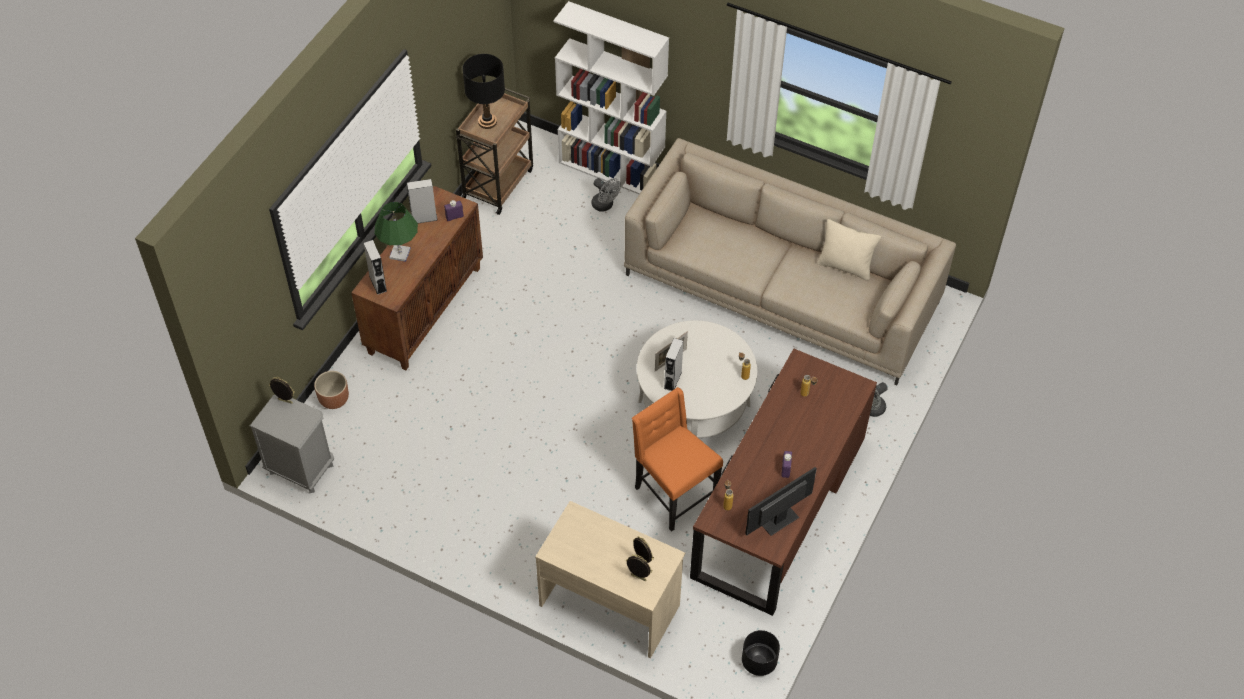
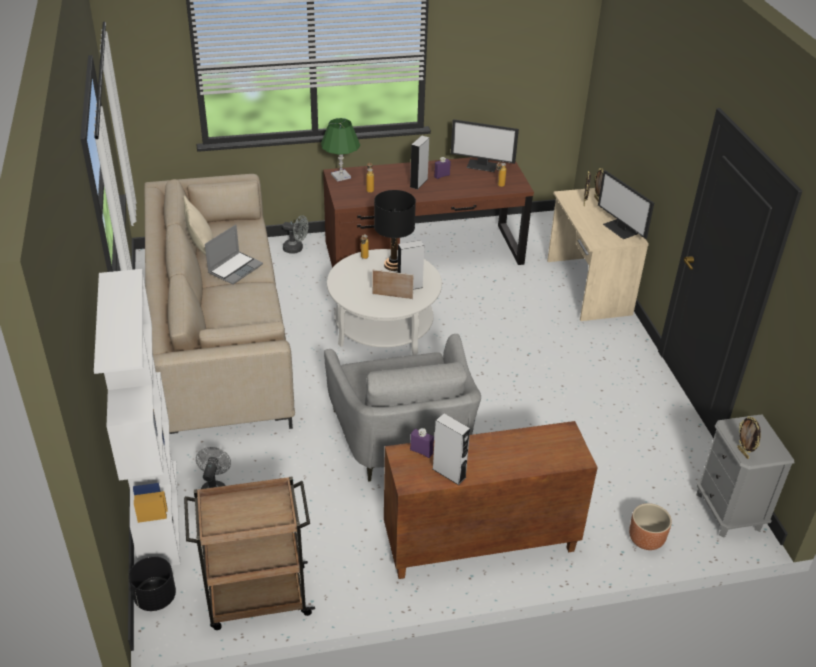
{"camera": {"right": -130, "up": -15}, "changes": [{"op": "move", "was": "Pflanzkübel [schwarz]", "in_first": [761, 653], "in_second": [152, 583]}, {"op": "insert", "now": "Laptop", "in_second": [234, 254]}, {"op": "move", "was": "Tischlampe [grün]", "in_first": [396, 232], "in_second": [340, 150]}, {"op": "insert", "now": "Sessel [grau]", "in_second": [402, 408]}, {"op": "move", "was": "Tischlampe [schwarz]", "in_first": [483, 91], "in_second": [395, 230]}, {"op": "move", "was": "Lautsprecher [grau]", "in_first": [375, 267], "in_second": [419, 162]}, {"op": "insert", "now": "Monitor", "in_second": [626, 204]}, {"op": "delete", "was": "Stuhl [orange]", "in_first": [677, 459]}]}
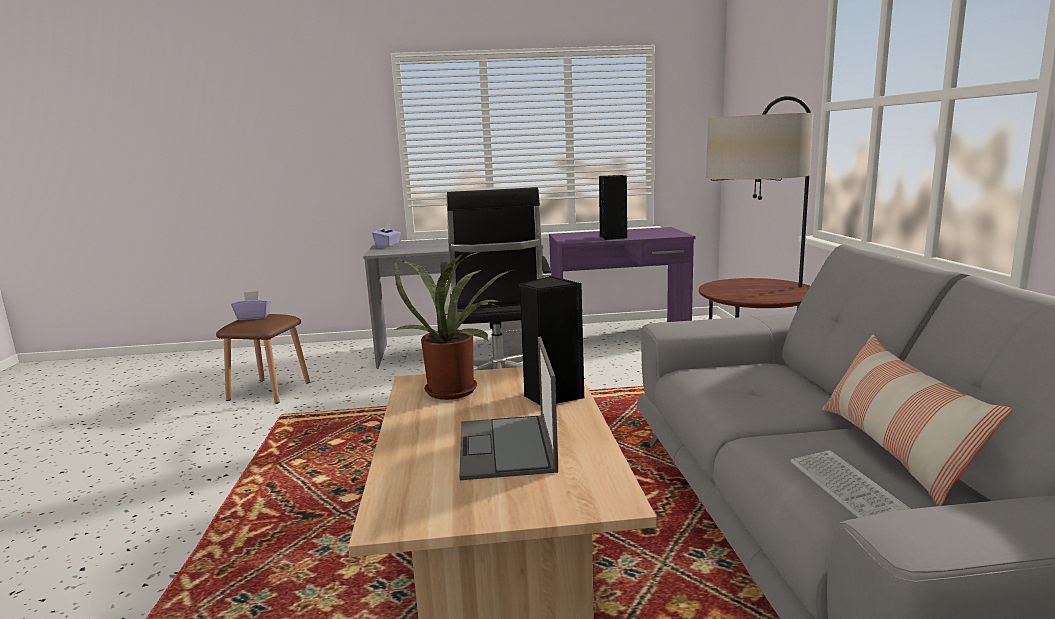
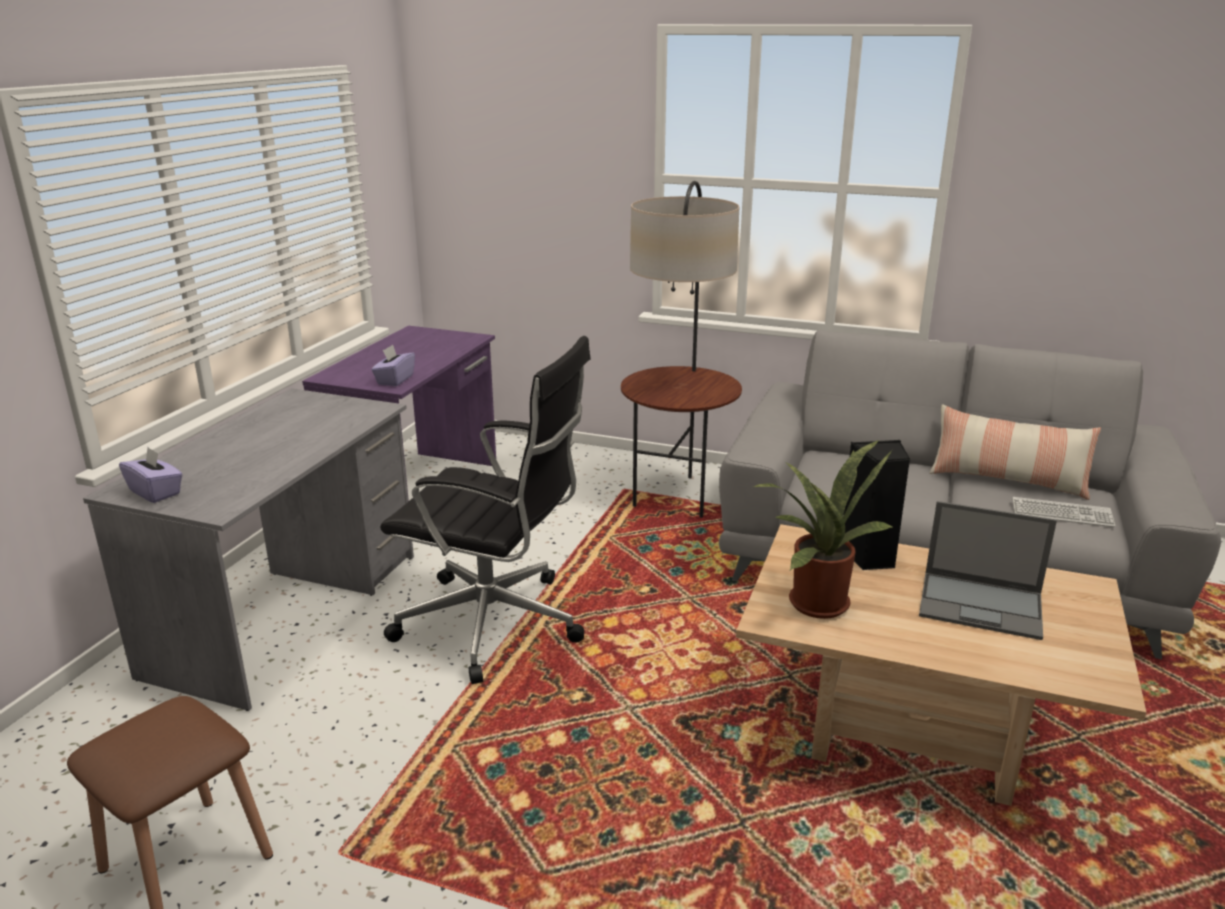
{"camera": {"right": -65, "up": 10}, "changes": [{"op": "move", "was": "Taschentuchbox [lila]", "in_first": [251, 305], "in_second": [393, 365]}, {"op": "delete", "was": "Lautsprecher [schwarz]", "in_first": [613, 207]}]}
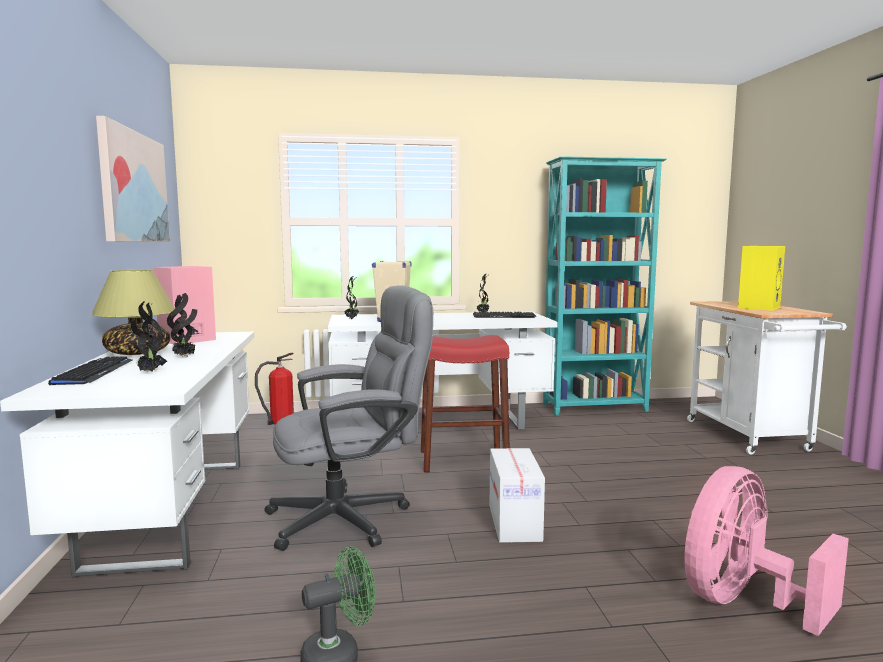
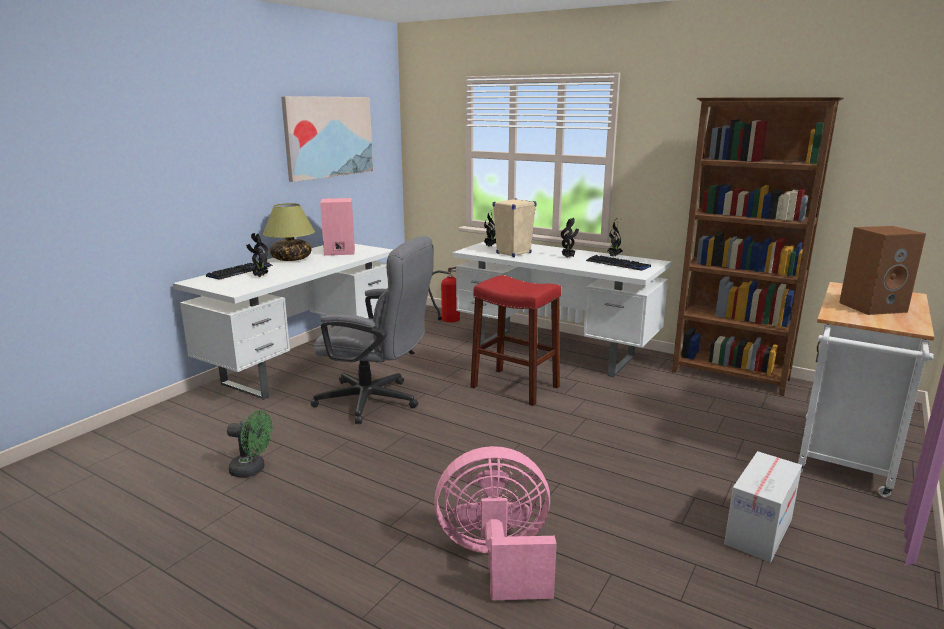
{"camera": {"right": 40, "up": 10}, "changes": [{"op": "move", "was": "Topfpflanze", "in_first": [182, 325], "in_second": [570, 238]}, {"op": "recolor", "was": "Bücherregal [türkis]", "now": "Bücherregal [braun]", "in_first": [605, 285], "in_second": [758, 246]}, {"op": "move", "was": "Karton", "in_first": [517, 495], "in_second": [763, 507]}, {"op": "recolor", "was": "Lautsprecher [gelb]", "now": "Lautsprecher [braun]", "in_first": [761, 278], "in_second": [882, 270]}]}
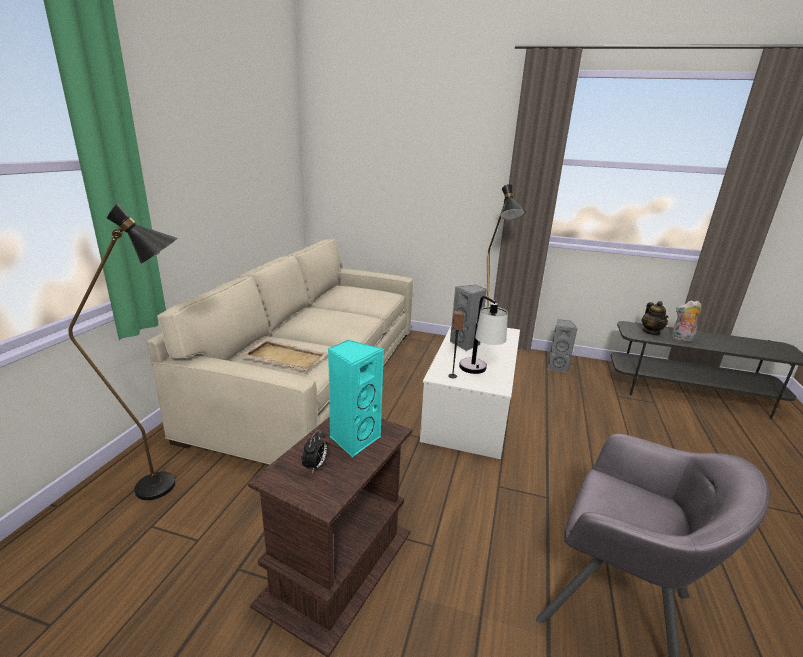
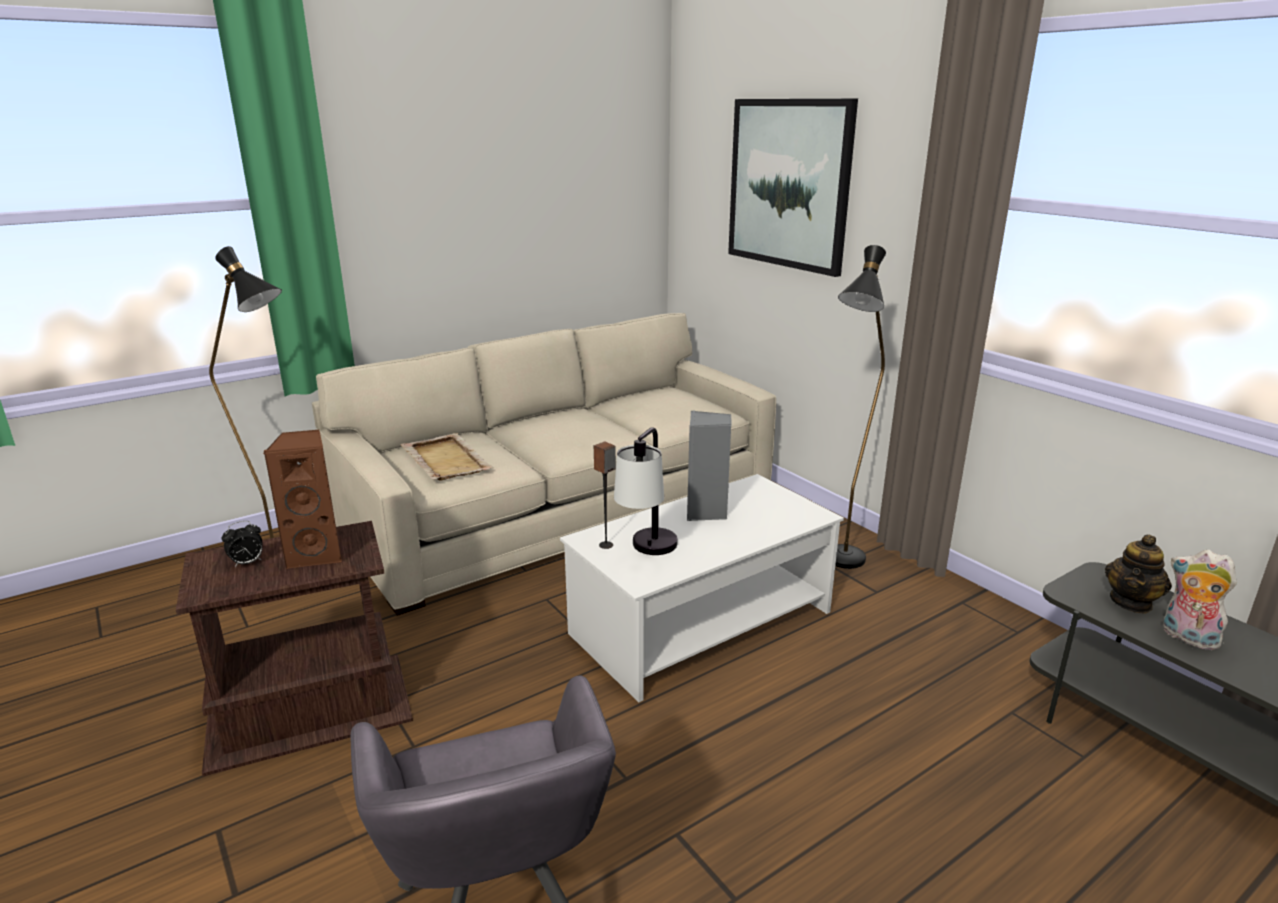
{"camera": {"right": 40, "up": 0}, "changes": [{"op": "recolor", "was": "Lautsprecher [türkis]", "now": "Lautsprecher [braun]", "in_first": [356, 398], "in_second": [302, 499]}, {"op": "insert", "now": "Bild", "in_second": [793, 188]}, {"op": "delete", "was": "Lautsprecher [grau]", "in_first": [562, 346]}]}
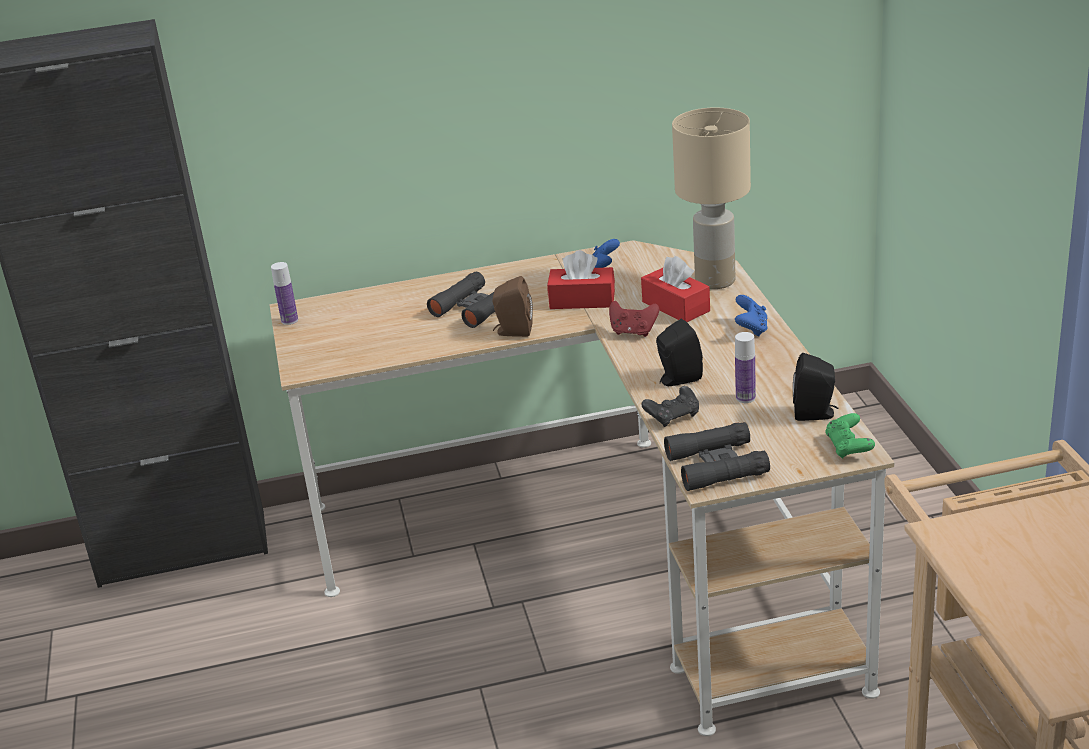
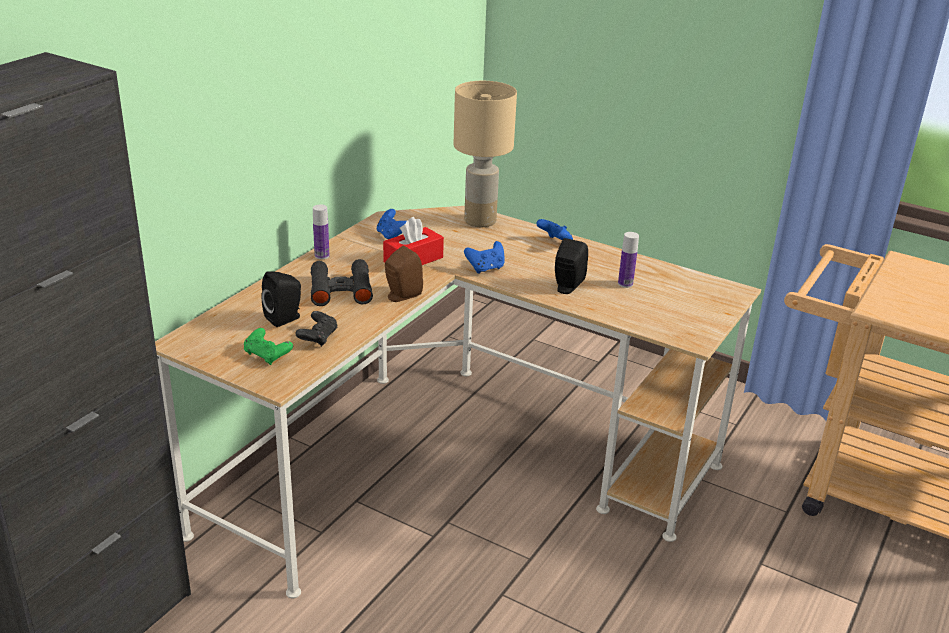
{"camera": {"right": -50, "up": 0}, "changes": [{"op": "move", "was": "Gamepad [grün]", "in_first": [850, 436], "in_second": [268, 346]}, {"op": "move", "was": "Lautsprecher [schwarz]", "in_first": [815, 387], "in_second": [281, 299]}, {"op": "move", "was": "Gamepad [schwarz]", "in_first": [670, 406], "in_second": [316, 329]}, {"op": "move", "was": "Flasche", "in_first": [284, 293], "in_second": [321, 232]}, {"op": "recolor", "was": "Gamepad [rot]", "now": "Gamepad [blau]", "in_first": [634, 319], "in_second": [484, 257]}, {"op": "delete", "was": "Taschentuchbox [rot]", "in_first": [675, 289]}, {"op": "delete", "was": "Fernglas [schwarz]", "in_first": [717, 456]}]}
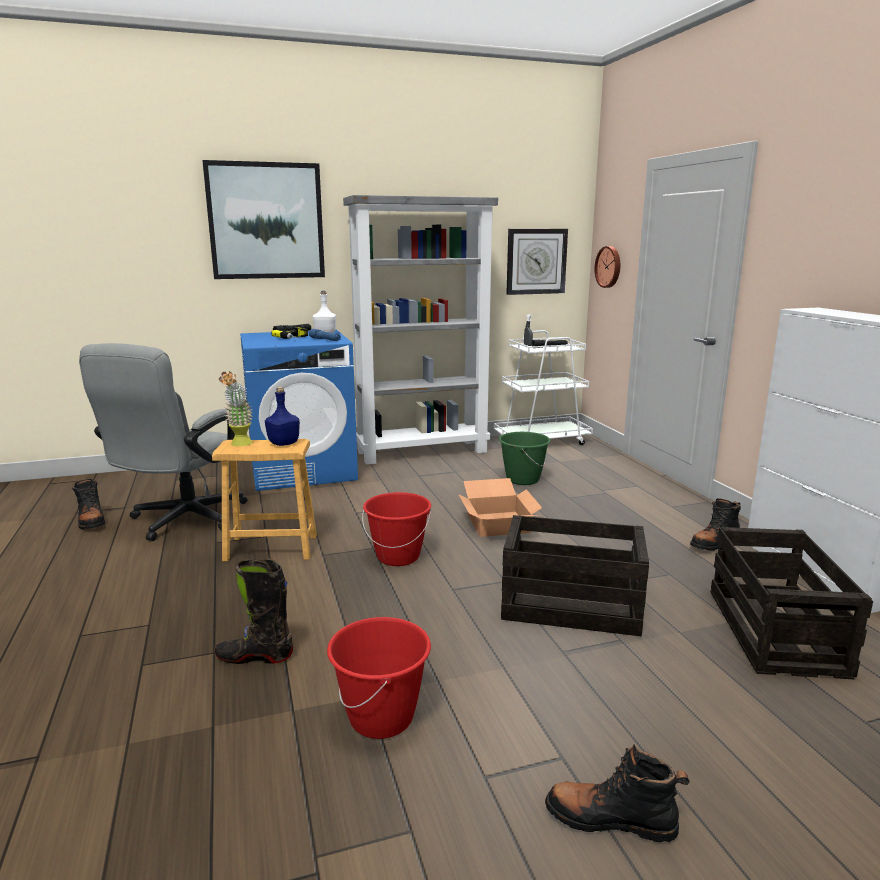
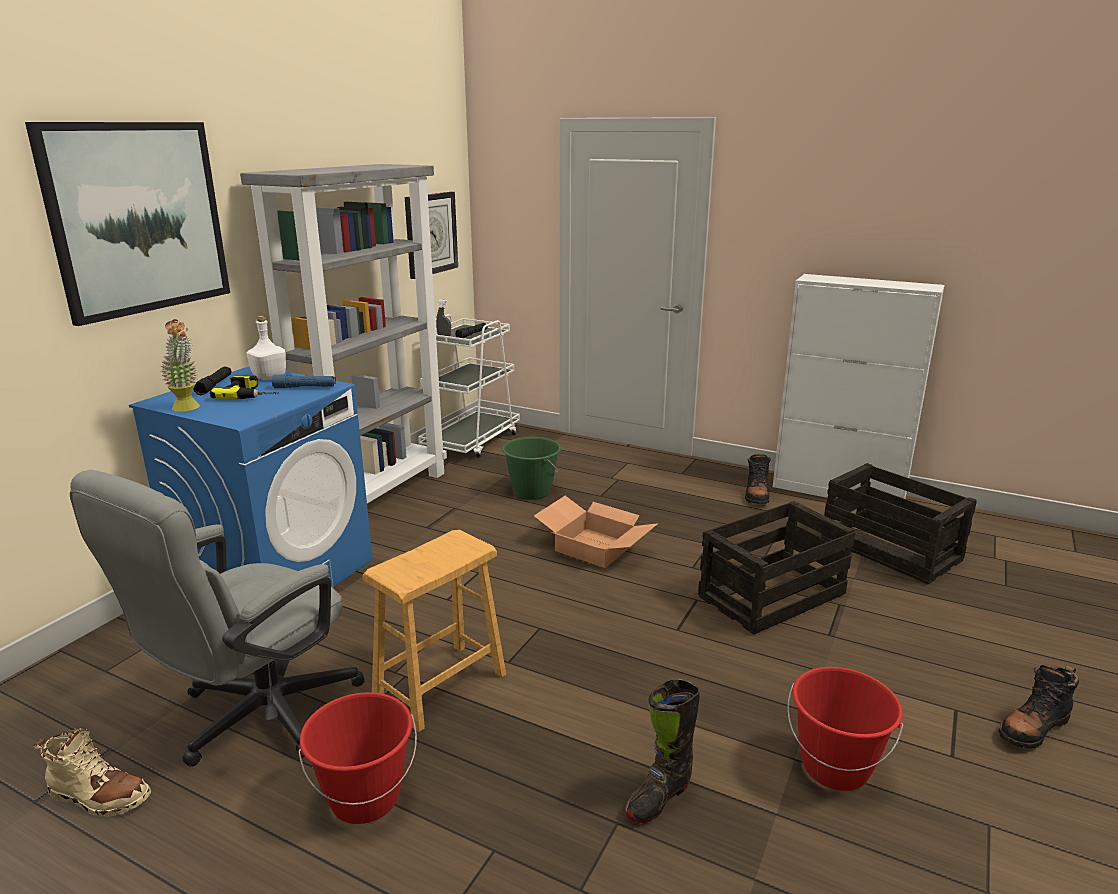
{"camera": {"right": -45, "up": 5}, "changes": [{"op": "recolor", "was": "Stiefel [schwarz]", "now": "Stiefel [beige]", "in_first": [88, 504], "in_second": [92, 772]}, {"op": "rotate", "was": "Bürostuhl [grau]", "in_first": [163, 442], "in_second": [217, 618], "clockwise": 60}, {"op": "move", "was": "Topfpflanze", "in_first": [236, 408], "in_second": [180, 365]}, {"op": "move", "was": "Eimer [rot]", "in_first": [396, 529], "in_second": [357, 758]}, {"op": "delete", "was": "Flasche [blau]", "in_first": [282, 416]}, {"op": "delete", "was": "Wanduhr", "in_first": [607, 267]}]}
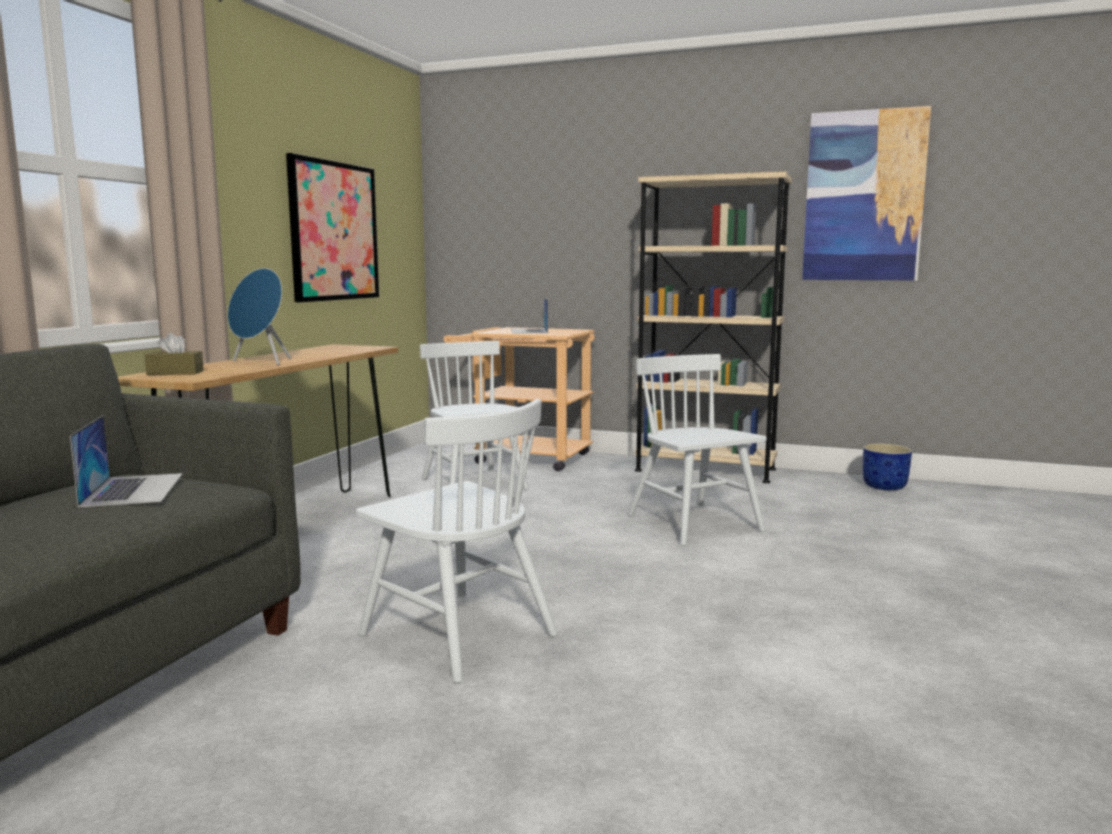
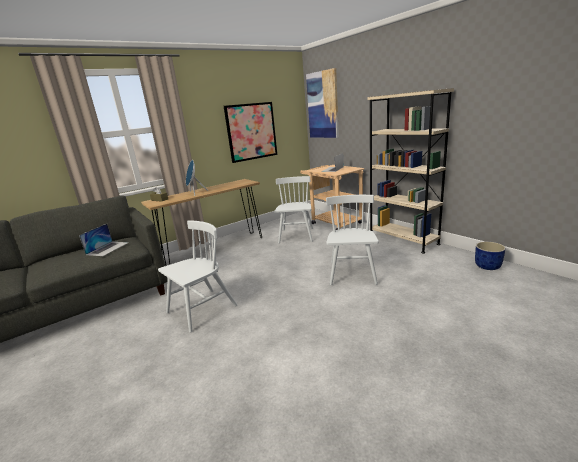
{"camera": {"right": 35, "up": 10}, "changes": [{"op": "rotate", "was": "Stuhl [weiß]", "in_first": [457, 541], "in_second": [198, 276], "clockwise": -120}, {"op": "move", "was": "Bild", "in_first": [866, 193], "in_second": [322, 103]}]}
